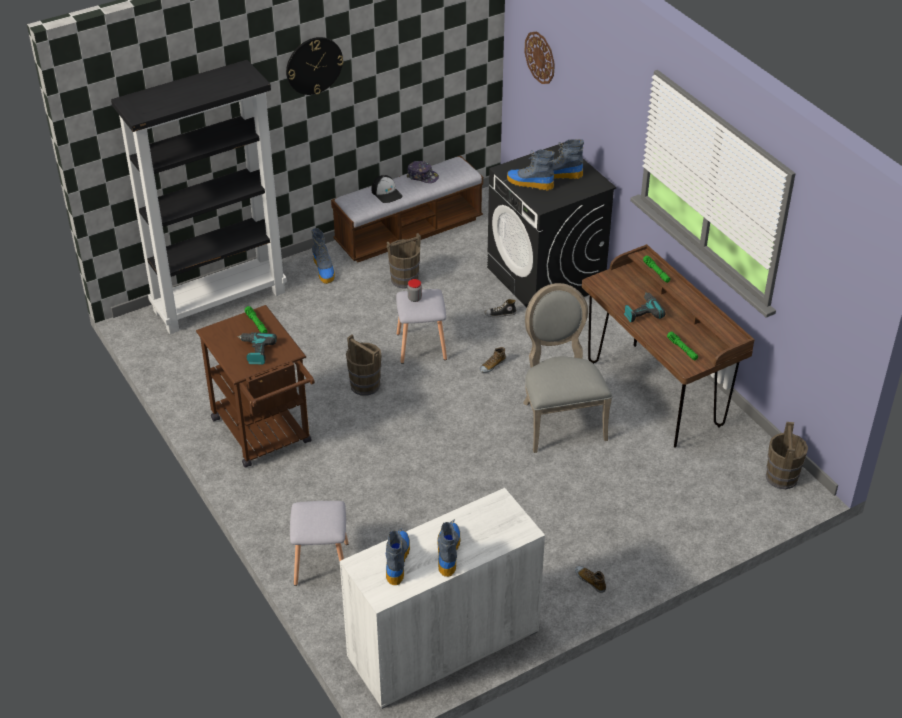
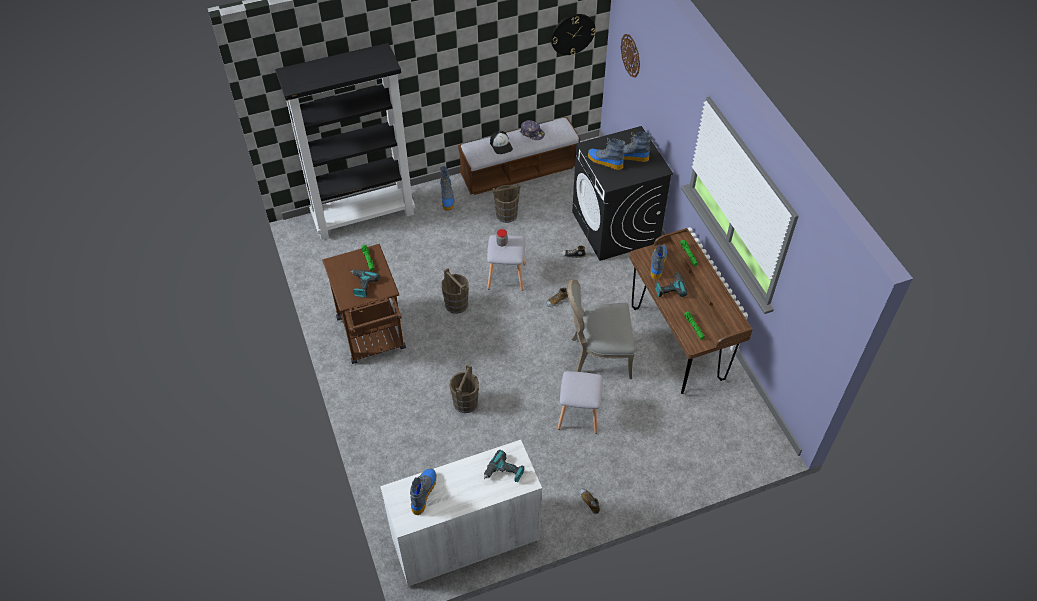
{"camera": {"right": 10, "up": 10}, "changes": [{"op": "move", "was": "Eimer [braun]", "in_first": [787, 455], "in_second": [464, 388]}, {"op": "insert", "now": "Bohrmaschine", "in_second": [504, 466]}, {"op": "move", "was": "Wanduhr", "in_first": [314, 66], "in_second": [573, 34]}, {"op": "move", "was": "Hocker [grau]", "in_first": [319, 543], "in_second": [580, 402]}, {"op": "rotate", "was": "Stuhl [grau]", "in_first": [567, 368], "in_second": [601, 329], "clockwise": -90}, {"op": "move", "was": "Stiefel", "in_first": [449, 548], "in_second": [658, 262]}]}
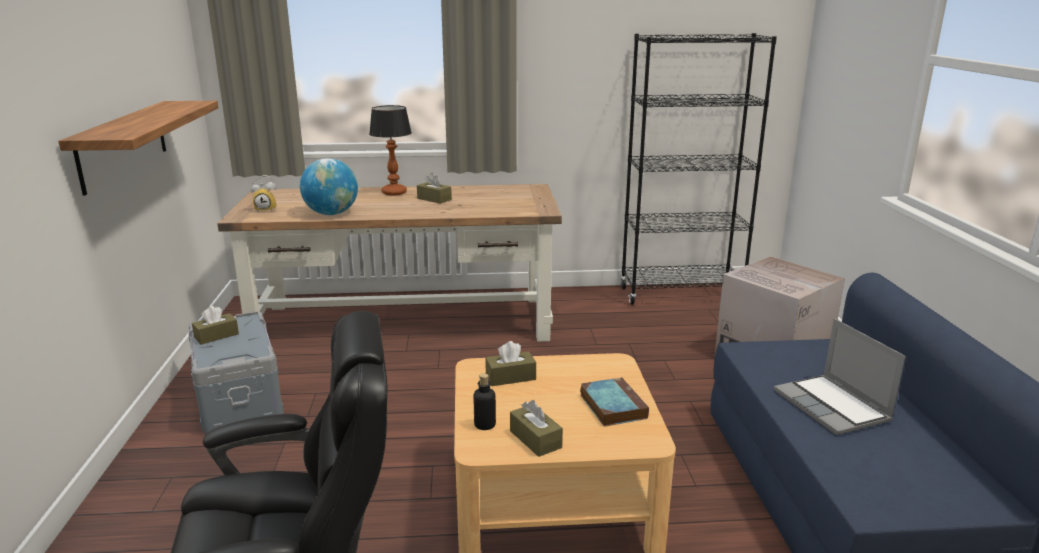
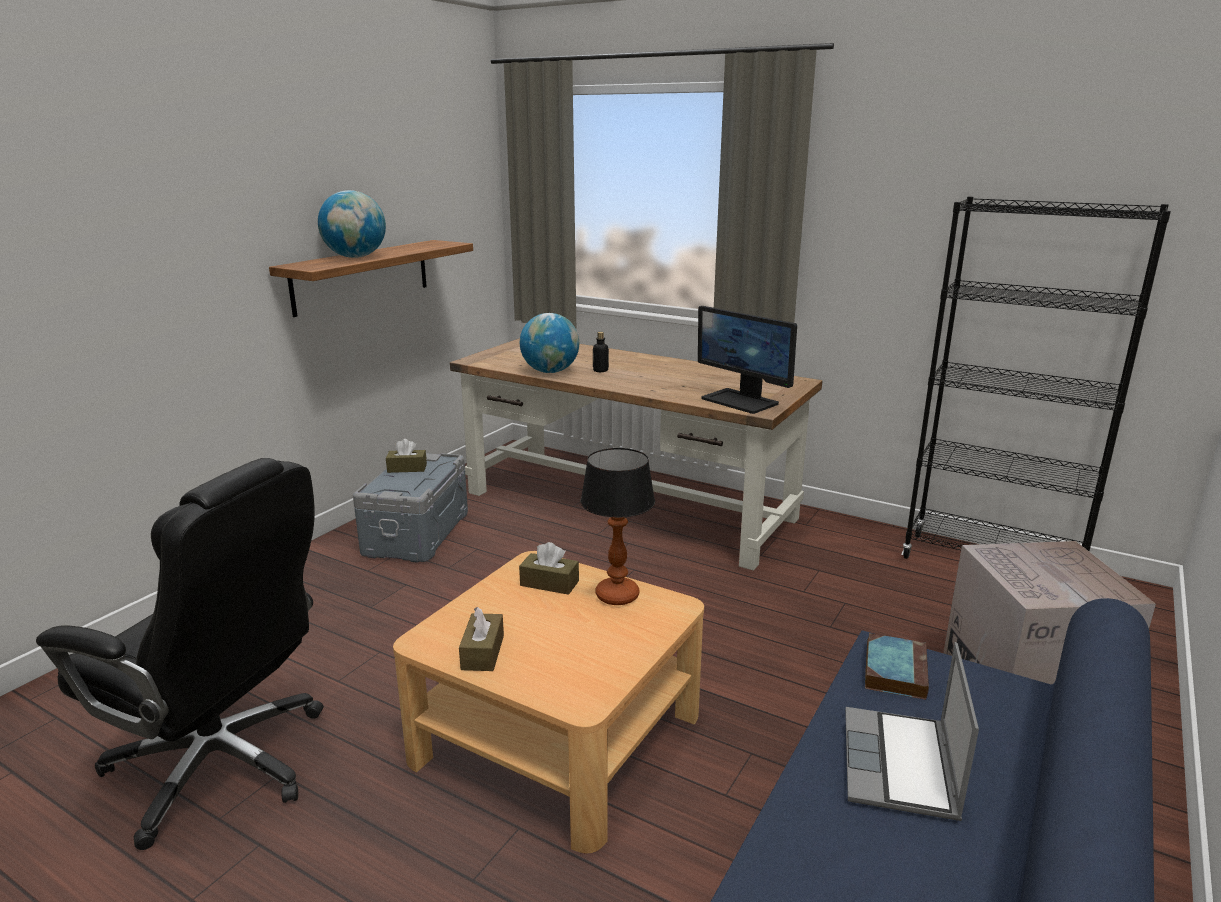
{"camera": {"right": 35, "up": 0}, "changes": [{"op": "insert", "now": "Globus", "in_second": [352, 224]}, {"op": "move", "was": "Tischlampe", "in_first": [390, 150], "in_second": [617, 526]}, {"op": "move", "was": "Flasche", "in_first": [484, 401], "in_second": [601, 352]}, {"op": "insert", "now": "Monitor", "in_second": [747, 360]}, {"op": "move", "was": "Buch", "in_first": [614, 402], "in_second": [897, 666]}, {"op": "delete", "was": "Wecker", "in_first": [264, 193]}, {"op": "delete", "was": "Taschentuchbox [braun]", "in_first": [434, 188]}]}
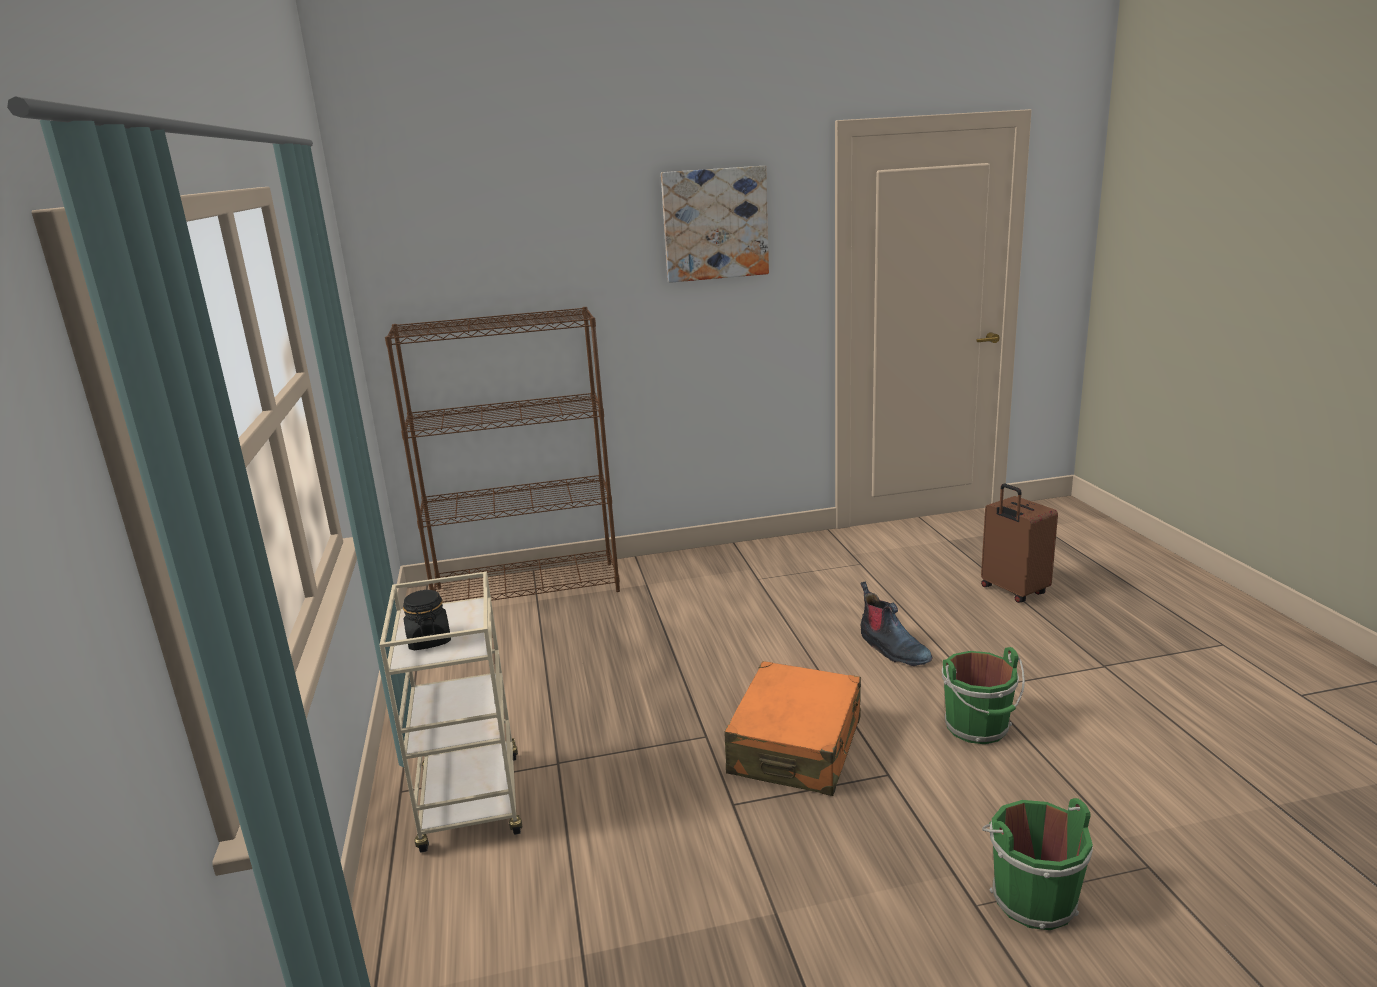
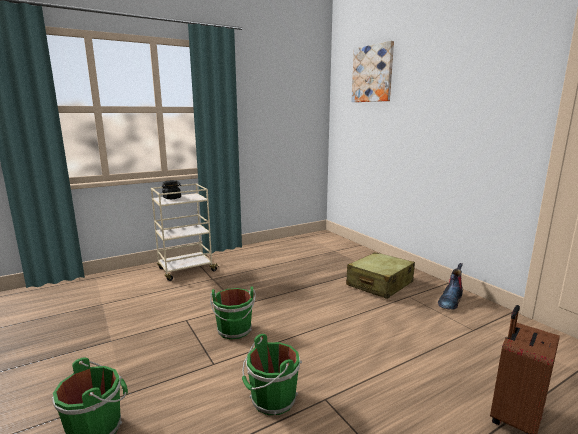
{"camera": {"right": 70, "up": -5}, "changes": [{"op": "replace", "was": "Koffer [orange]", "now": "Eimer [grün]", "in_first": [793, 728], "in_second": [233, 313]}, {"op": "insert", "now": "Koffer [beige]", "in_second": [380, 275]}, {"op": "move", "was": "Bild", "in_first": [715, 224], "in_second": [372, 71]}, {"op": "move", "was": "Stiefel", "in_first": [896, 624], "in_second": [450, 286]}, {"op": "delete", "was": "Bücherregal [braun]", "in_first": [502, 455]}]}
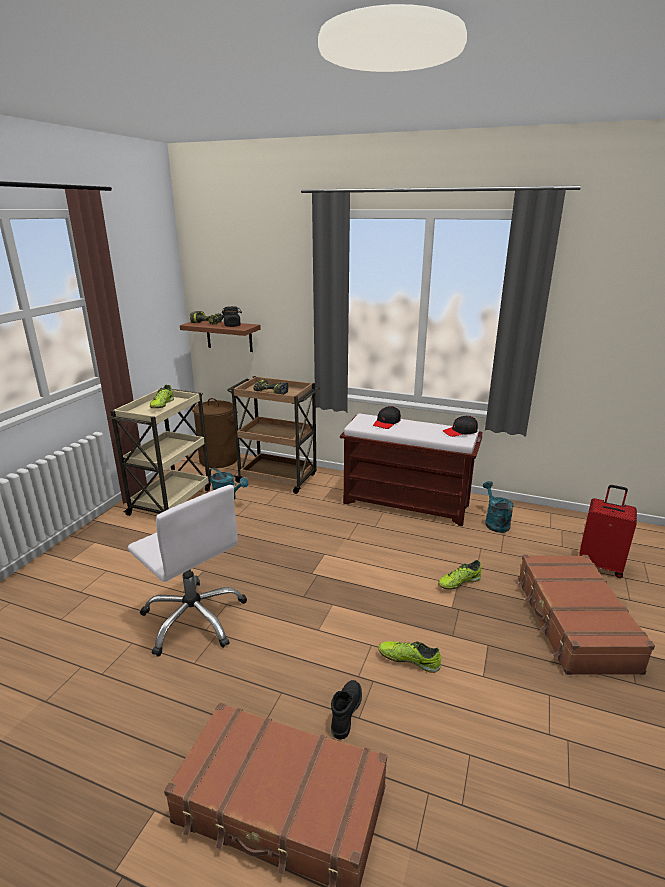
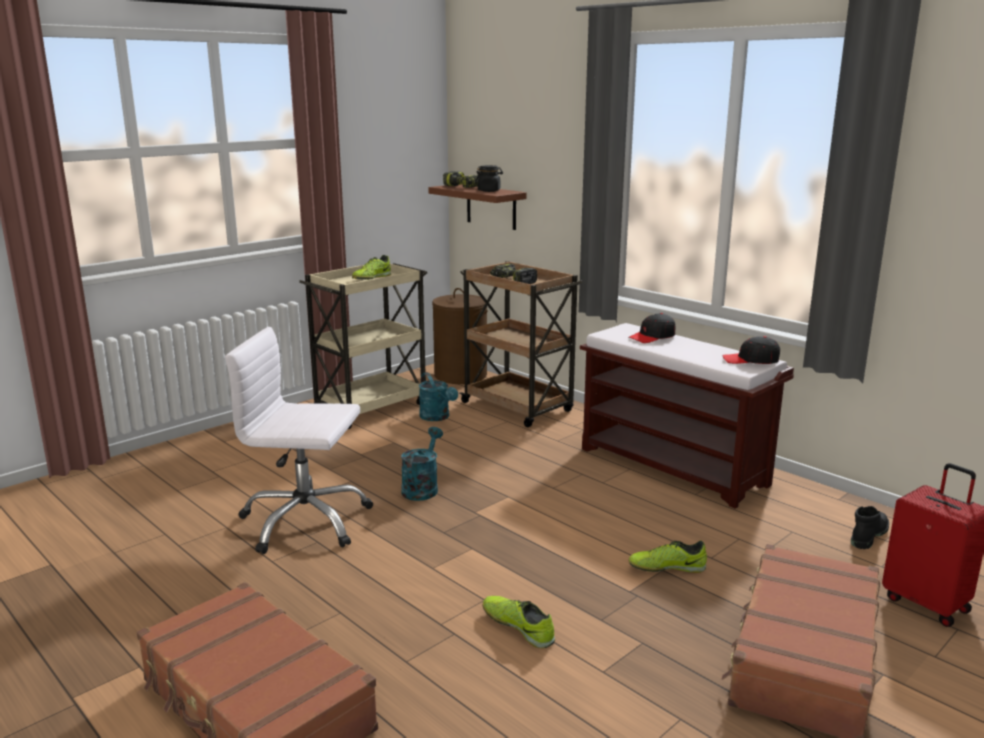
{"camera": {"right": 25, "up": -5}, "changes": [{"op": "rotate", "was": "Bürostuhl [weiß]", "in_first": [187, 570], "in_second": [299, 440], "clockwise": 120}, {"op": "move", "was": "Gießkanne [türkis]", "in_first": [498, 507], "in_second": [422, 464]}, {"op": "move", "was": "Stiefel [schwarz]", "in_first": [346, 710], "in_second": [870, 527]}]}
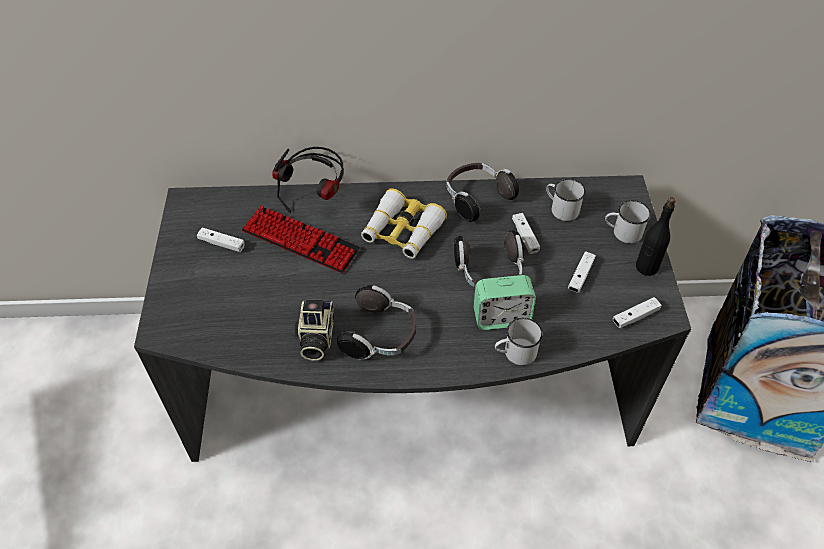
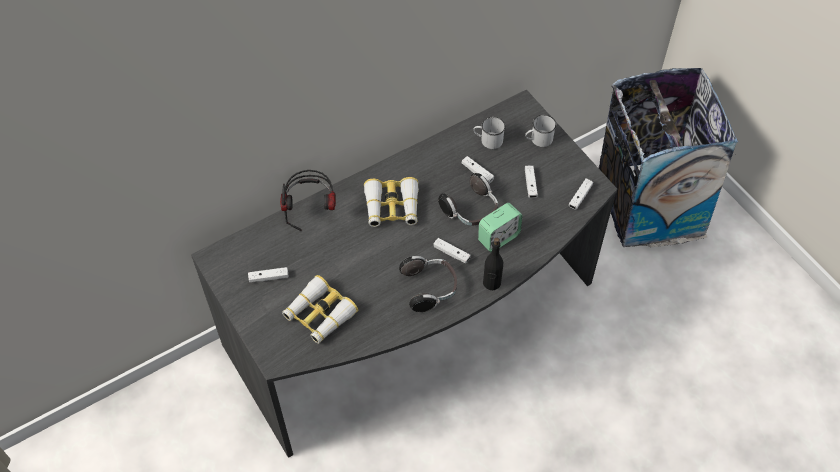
{"camera": {"right": -30, "up": 5}, "changes": [{"op": "insert", "now": "Fernglas", "in_second": [320, 309]}, {"op": "insert", "now": "Gamepad [weiß]", "in_second": [452, 251]}, {"op": "move", "was": "Flasche [schwarz]", "in_first": [656, 236], "in_second": [493, 264]}, {"op": "delete", "was": "Tastatur", "in_first": [301, 239]}, {"op": "delete", "was": "Kamera", "in_first": [314, 330]}, {"op": "delete", "was": "Kopfhörer", "in_first": [482, 192]}, {"op": "delete", "was": "Henkelbecher [weiß]", "in_first": [519, 341]}]}
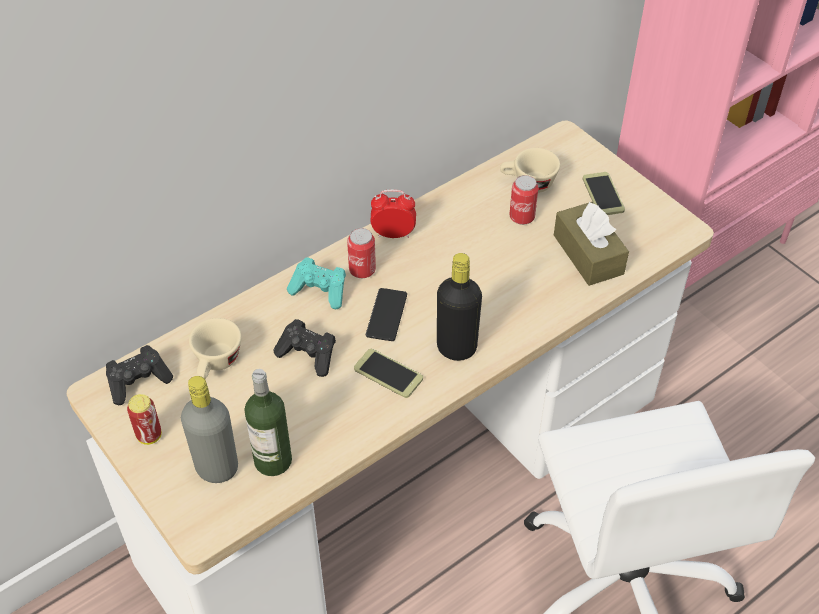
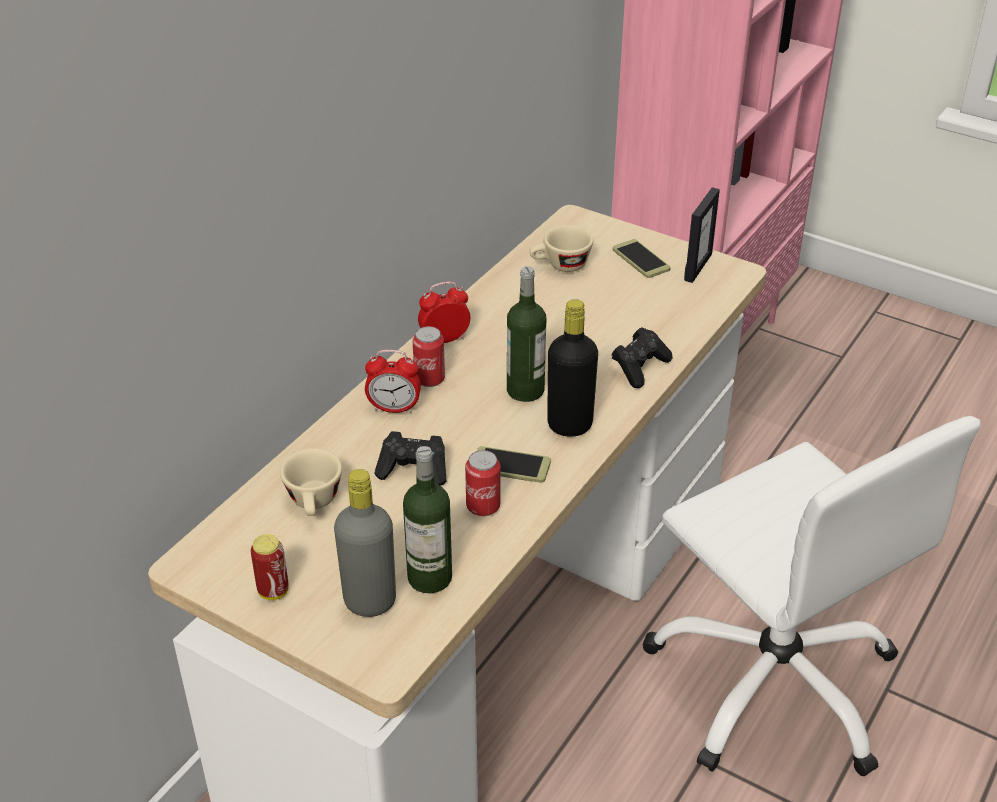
{"camera": {"right": -20, "up": -10}, "changes": [{"op": "replace", "was": "Gamepad [türkis]", "now": "Wecker", "in_first": [316, 283], "in_second": [393, 381]}, {"op": "move", "was": "Dose", "in_first": [524, 200], "in_second": [482, 483]}, {"op": "insert", "now": "Flasche", "in_second": [526, 334]}, {"op": "move", "was": "Gamepad [schwarz]", "in_first": [139, 375], "in_second": [642, 357]}, {"op": "insert", "now": "Bilderrahmen", "in_second": [702, 235]}, {"op": "delete", "was": "Handy", "in_first": [386, 314]}, {"op": "delete", "was": "Taschentuchbox [braun]", "in_first": [591, 243]}]}
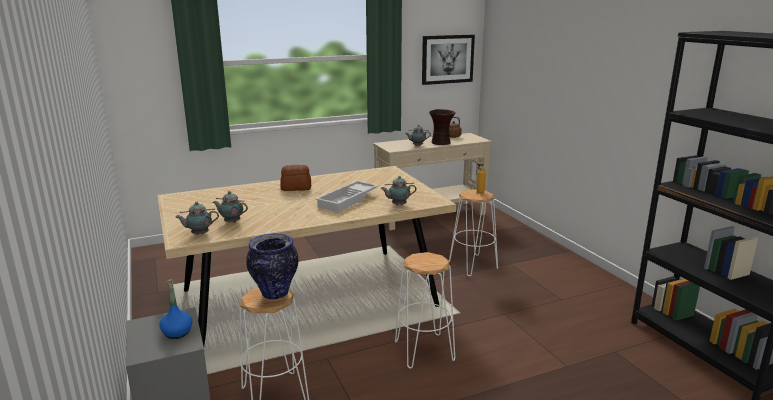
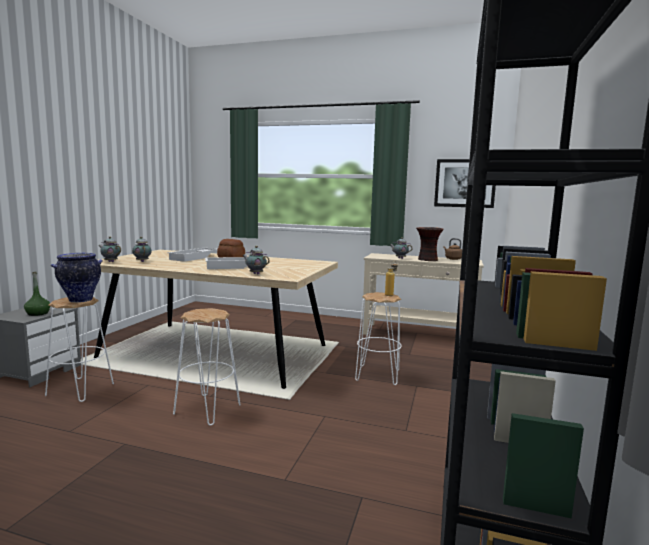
{"camera": {"right": 40, "up": -10}, "changes": [{"op": "recolor", "was": "Flasche [blau]", "now": "Flasche [grün]", "in_first": [175, 309], "in_second": [37, 294]}, {"op": "insert", "now": "Tablett [weiß]", "in_second": [192, 255]}]}
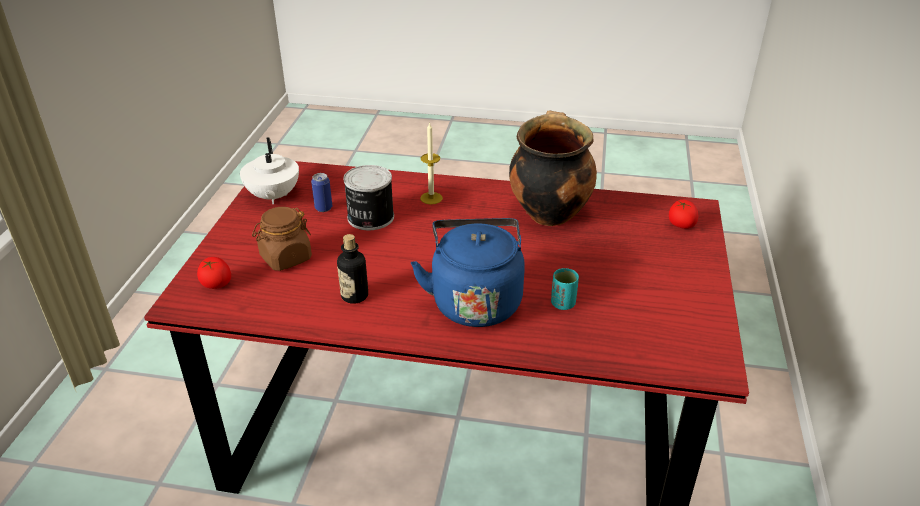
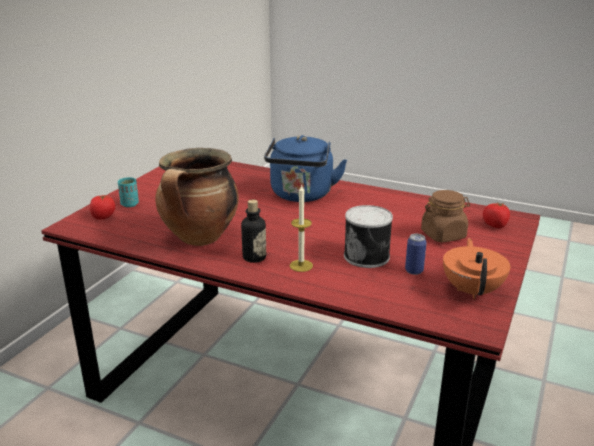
{"camera": {"right": -165, "up": -10}, "changes": [{"op": "move", "was": "Tasse [türkis]", "in_first": [565, 289], "in_second": [128, 192]}, {"op": "move", "was": "Flasche", "in_first": [352, 269], "in_second": [253, 231]}, {"op": "recolor", "was": "Teekanne [weiß]", "now": "Teekanne [orange]", "in_first": [269, 170], "in_second": [476, 268]}]}
